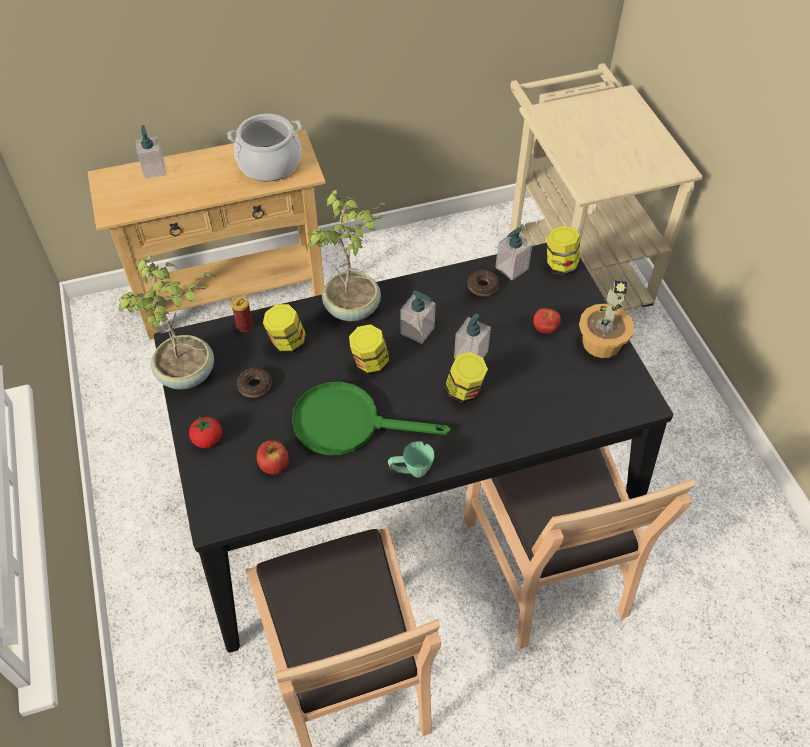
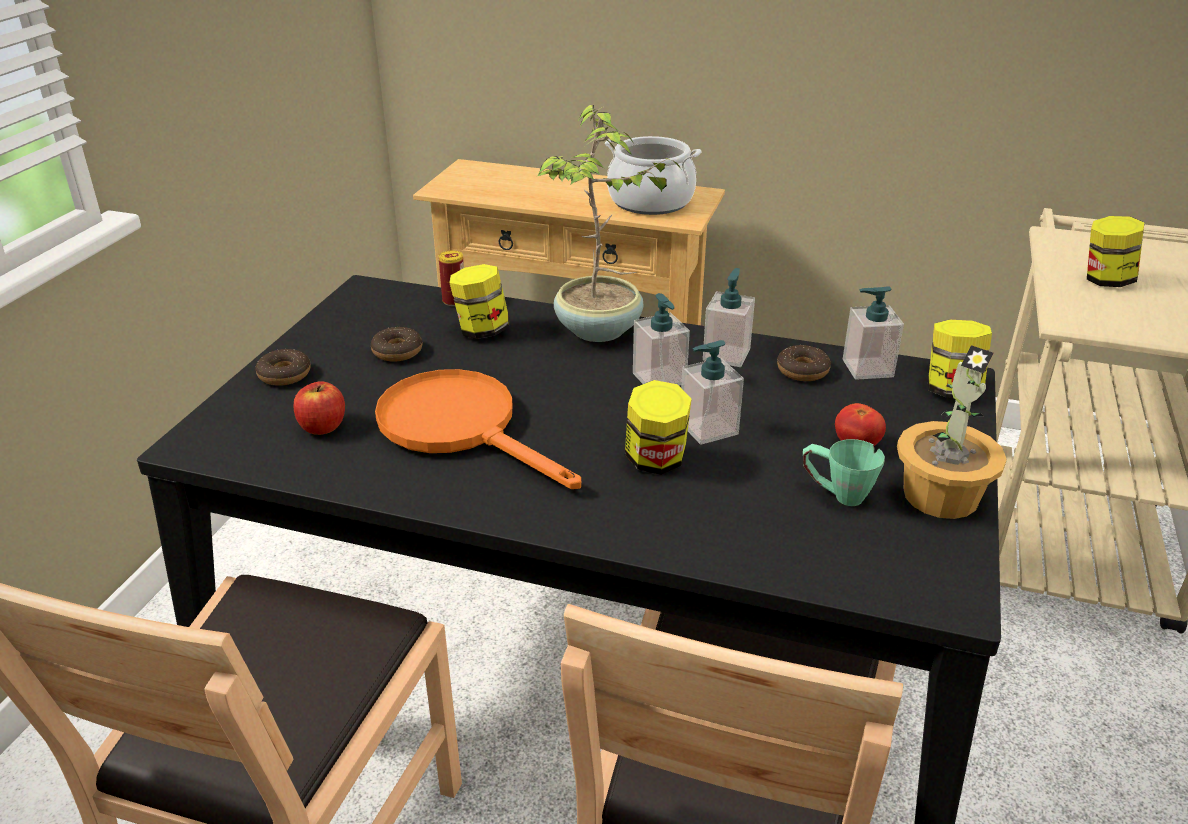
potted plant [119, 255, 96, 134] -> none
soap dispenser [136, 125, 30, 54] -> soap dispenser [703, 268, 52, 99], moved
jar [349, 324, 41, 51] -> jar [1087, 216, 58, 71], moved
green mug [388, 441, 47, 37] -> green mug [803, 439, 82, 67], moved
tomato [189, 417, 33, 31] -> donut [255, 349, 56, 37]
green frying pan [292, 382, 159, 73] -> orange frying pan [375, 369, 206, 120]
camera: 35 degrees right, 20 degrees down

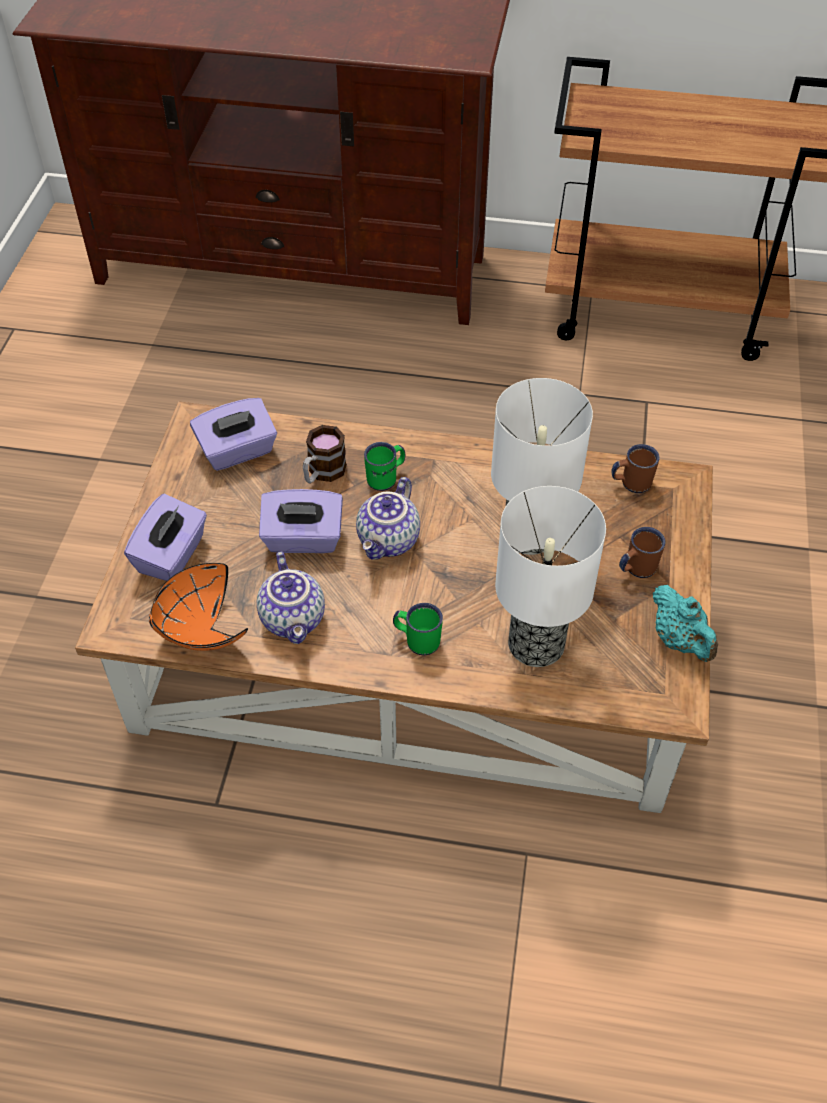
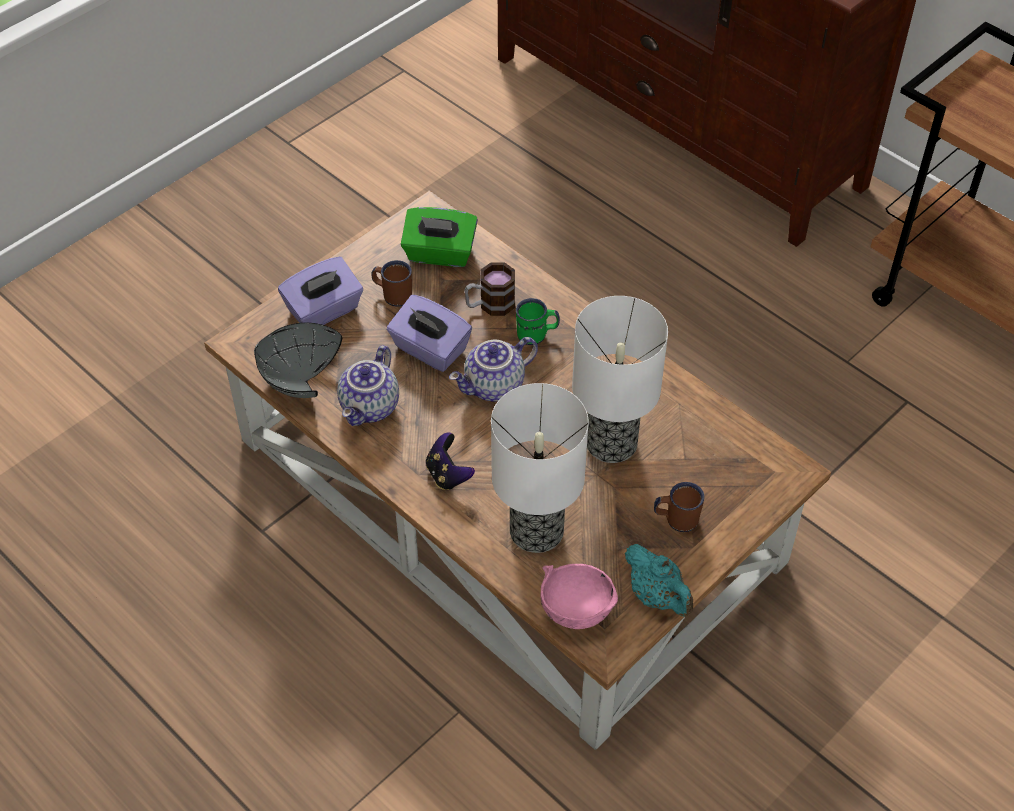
none -> pink bowl [540, 564, 78, 65]
brown mug [612, 444, 48, 49] -> brown mug [371, 260, 41, 47], moved
green mug [393, 603, 50, 52] -> game controller [426, 432, 49, 58]
orange bowl [149, 563, 99, 88] -> grey bowl [254, 323, 88, 75]
purple tissue box [190, 398, 87, 73] -> green tissue box [401, 207, 77, 60]
turquoise teapot [653, 585, 65, 77] -> turquoise teapot [625, 544, 68, 73], 45 degrees counterclockwise
camera: 35 degrees right, 0 degrees up

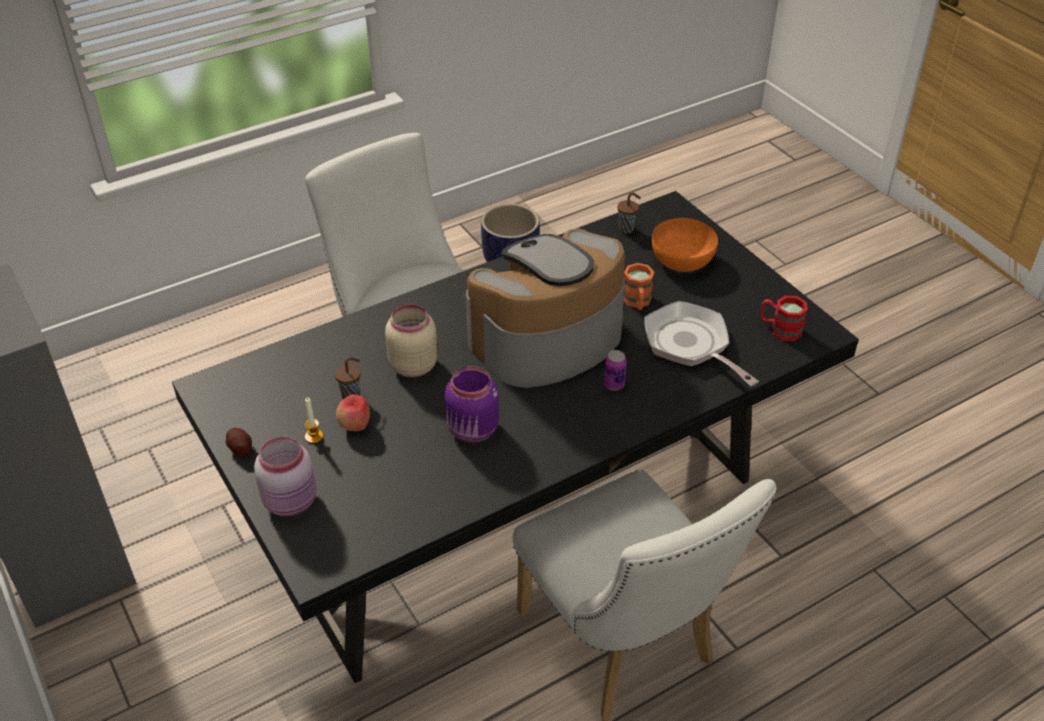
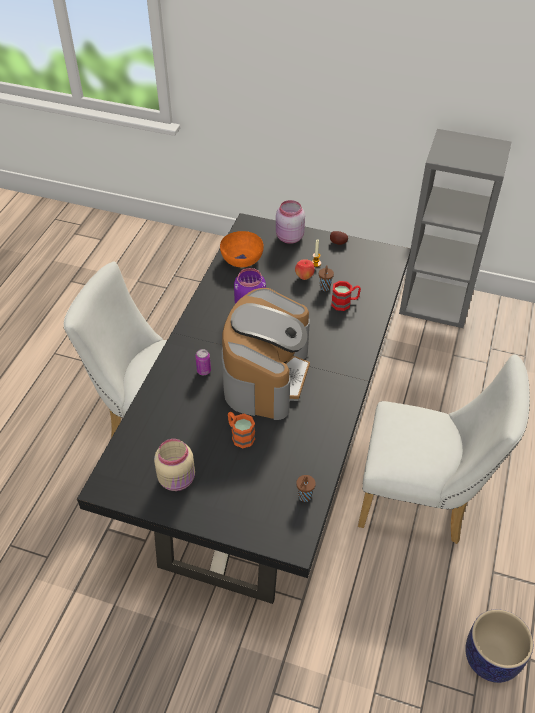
frying pan [645, 301, 114, 85] -> none
beige jar [385, 304, 53, 73] -> beige jar [154, 439, 41, 52], moved
orange bowl [652, 218, 66, 54] -> orange bowl [220, 231, 44, 36], moved
red mug [761, 296, 47, 45] -> red mug [331, 281, 30, 30], moved
camera: 140 degrees right, 5 degrees up

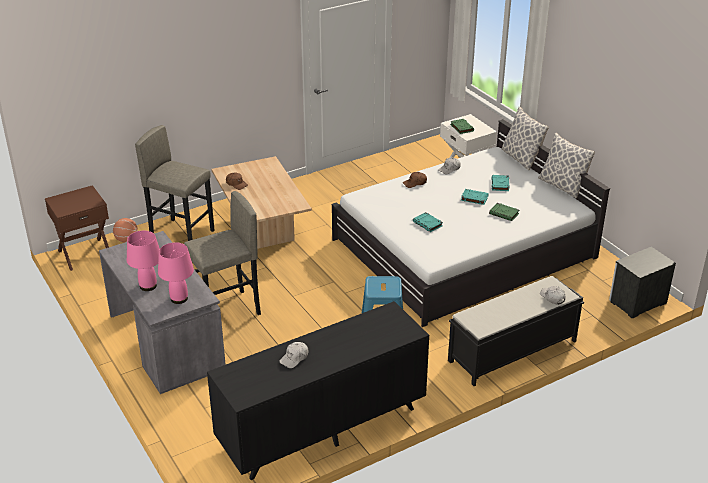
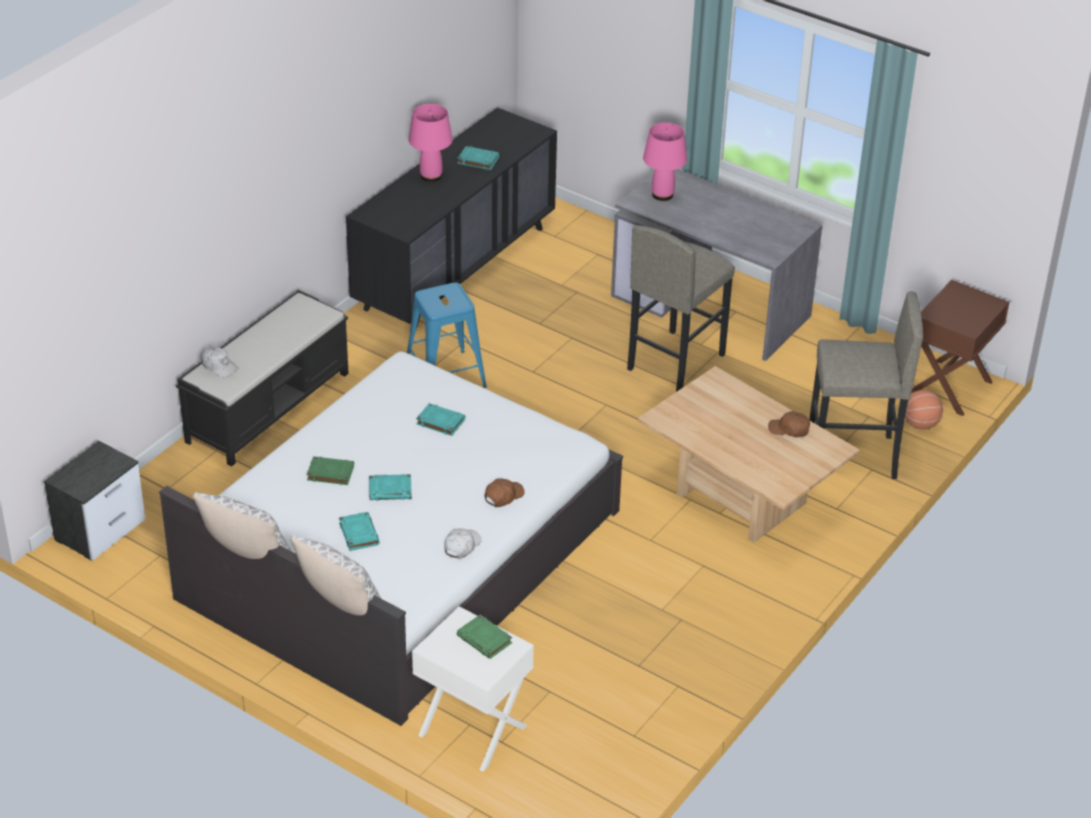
pink table lamp [127, 231, 33, 60] -> pink table lamp [408, 104, 45, 78], moved
white cap [279, 342, 29, 26] -> turquoise book [458, 146, 41, 24]
camera: 155 degrees right, 5 degrees up

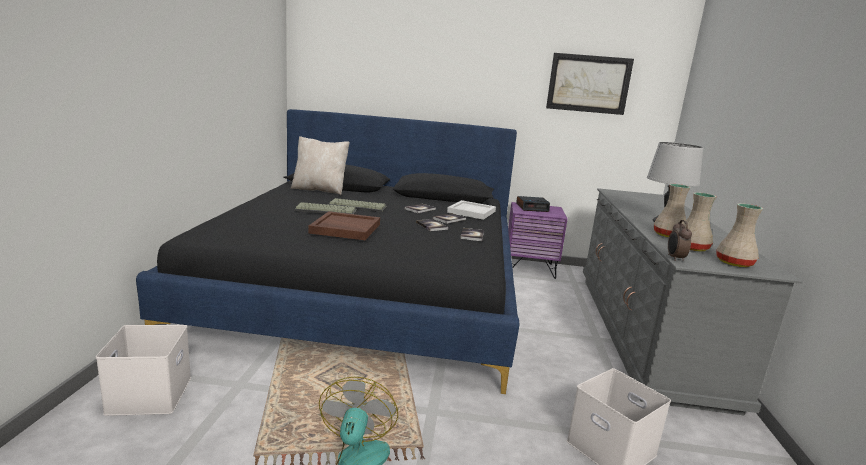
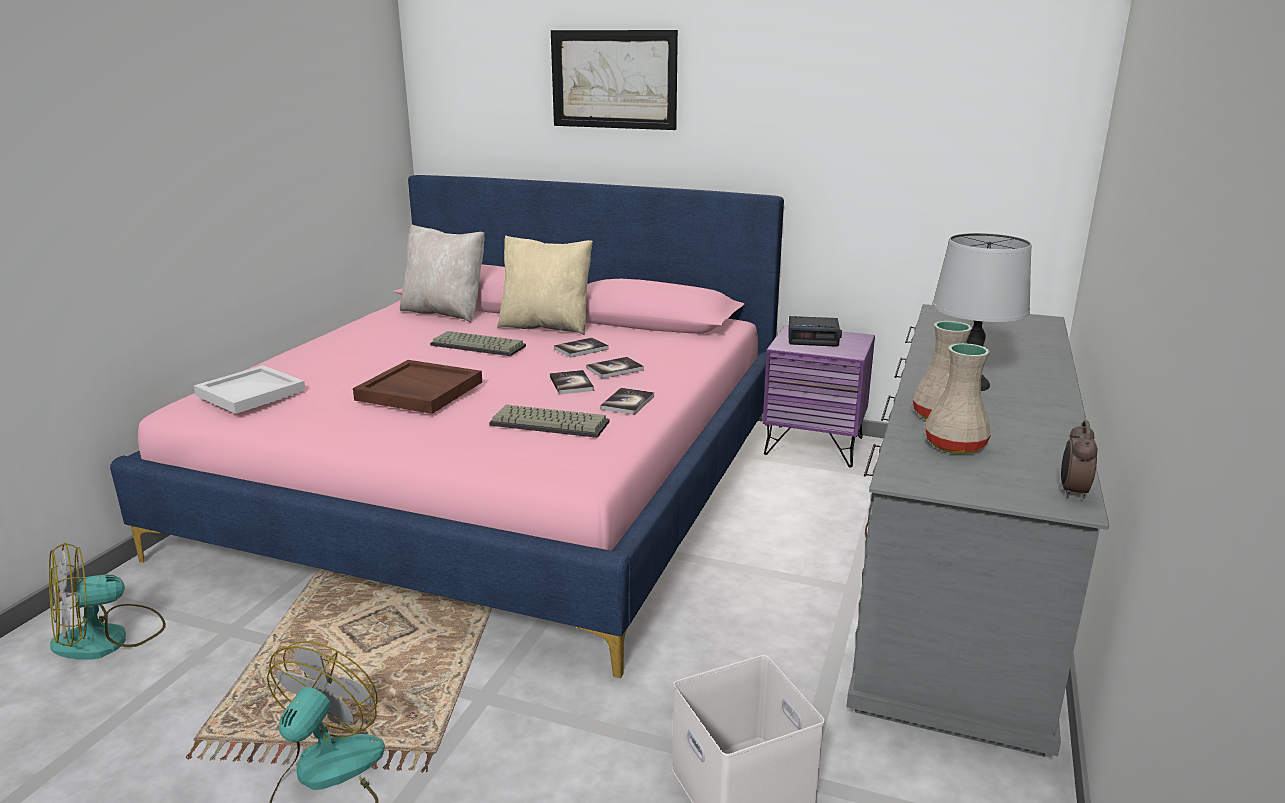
beige vase [716, 203, 47, 64] -> none
none -> beige pillow [497, 235, 96, 100]
keyboard [294, 202, 63, 12] -> keyboard [489, 405, 121, 33], moved
white tray [447, 200, 49, 20] -> white tray [194, 365, 112, 49], moved
picture [546, 53, 88, 62] -> picture [551, 30, 127, 100], moved
alarm clock [668, 220, 24, 41] -> alarm clock [1061, 420, 37, 79], moved
white storage box [96, 325, 95, 91] -> fan [49, 543, 117, 117]
black bed [136, 109, 383, 285] -> pink bed [110, 175, 674, 503]
camera: 15 degrees right, 5 degrees up

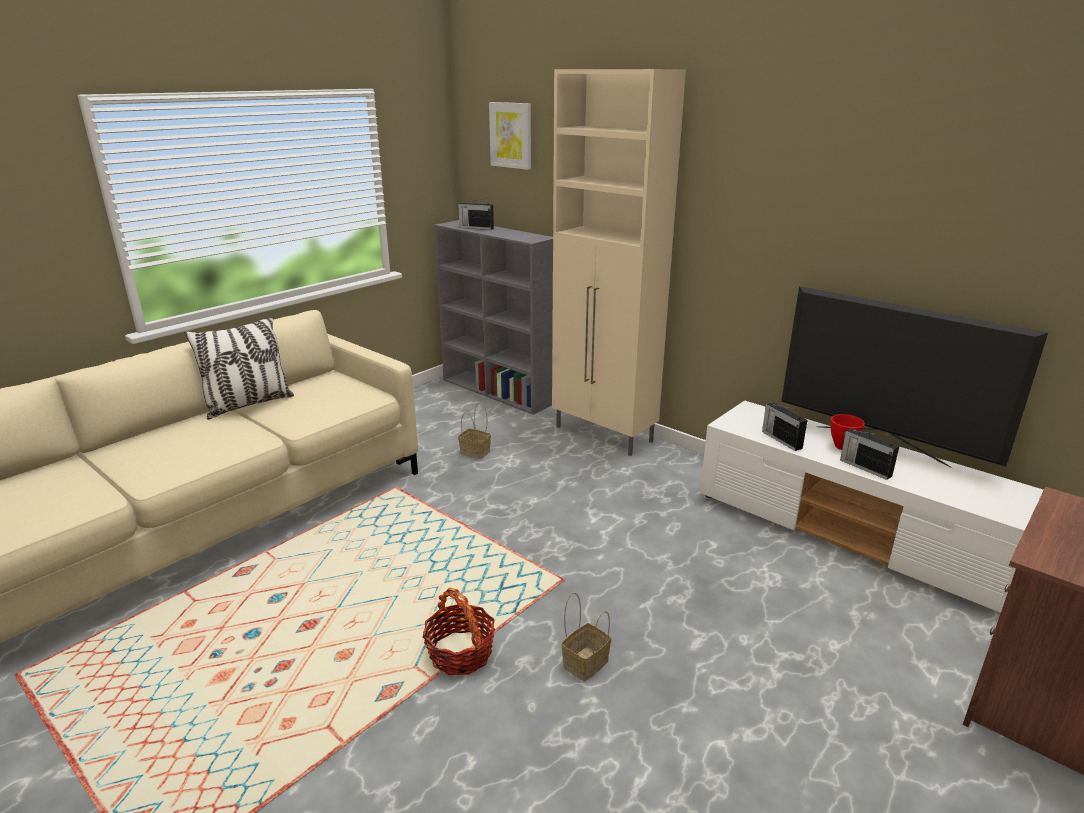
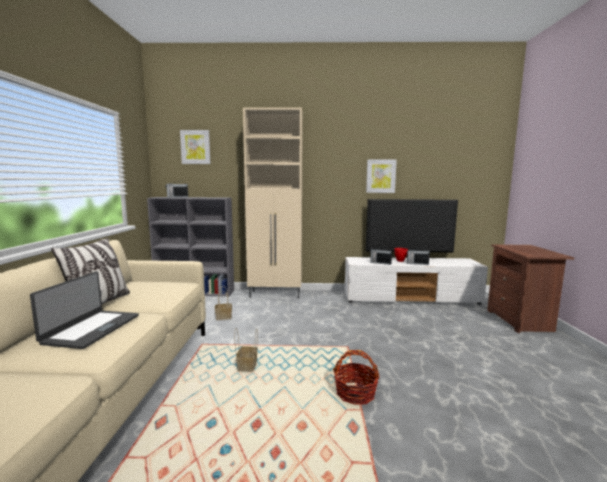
none -> laptop [30, 271, 109, 78]
none -> picture [366, 159, 31, 34]
basket [561, 592, 50, 89] -> basket [234, 328, 24, 44], moved
camera: 40 degrees left, 15 degrees down

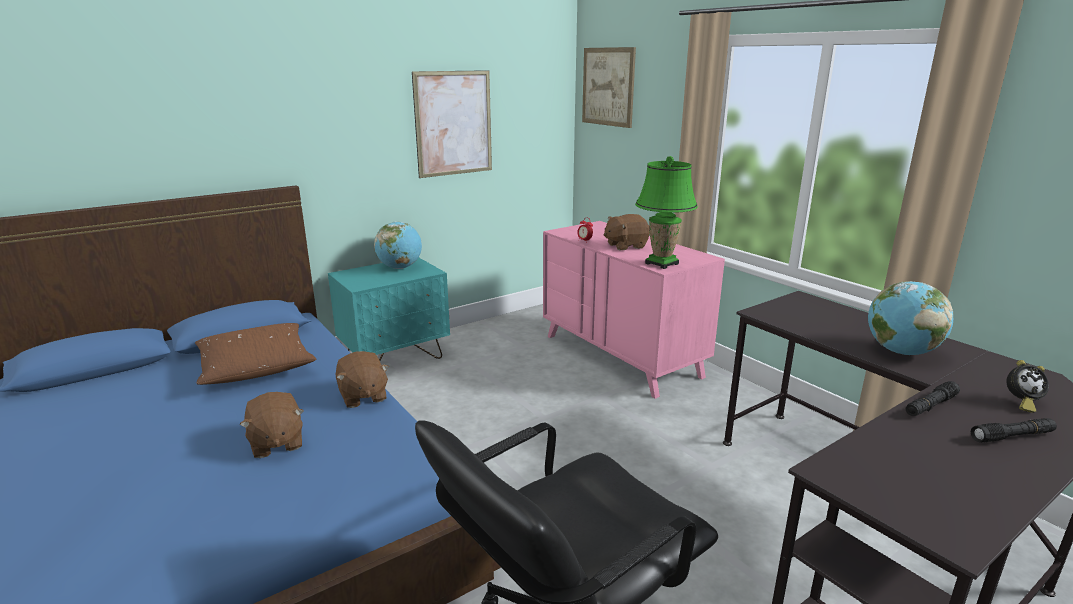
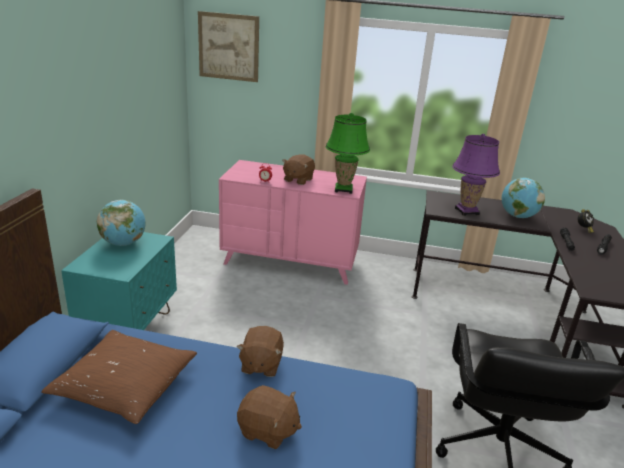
picture [412, 70, 80, 108] -> none
none -> purple table lamp [452, 134, 48, 82]
brown plush toy [336, 351, 53, 57] -> brown plush toy [237, 326, 47, 51], 75 degrees clockwise
camera: 45 degrees left, 5 degrees up

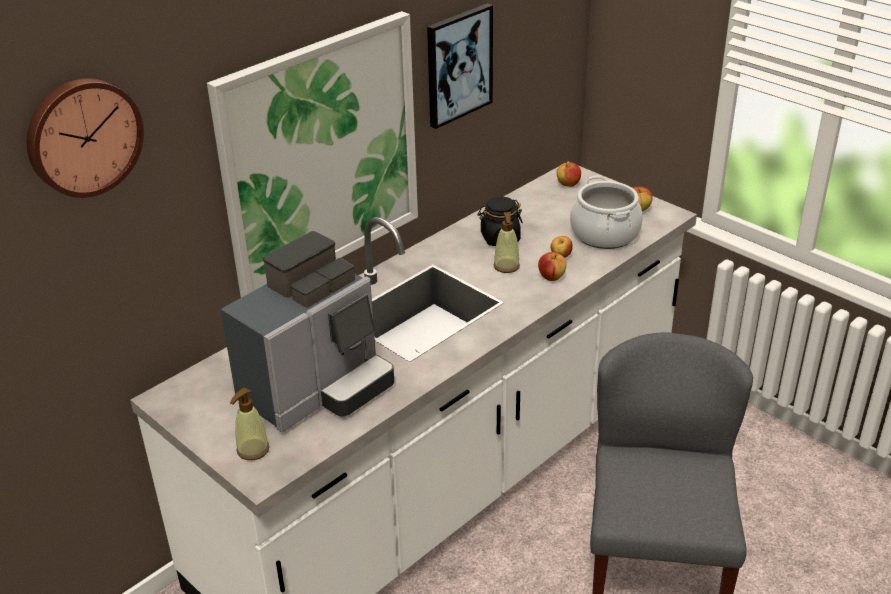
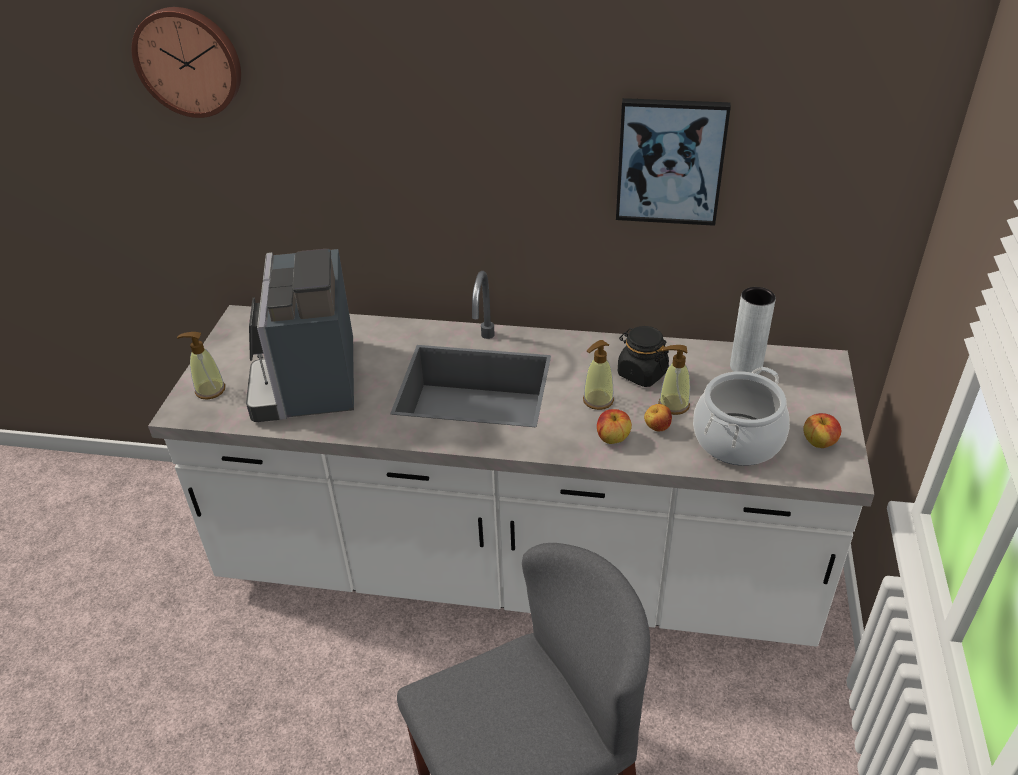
picture [207, 11, 211, 287] -> none
apple [557, 162, 24, 25] -> none
none -> soap dispenser [658, 345, 32, 70]
none -> grey vase [730, 287, 46, 87]
coffee machine [220, 231, 174, 201] -> coffee machine [246, 249, 108, 173], 75 degrees clockwise
camera: 55 degrees right, 5 degrees up

